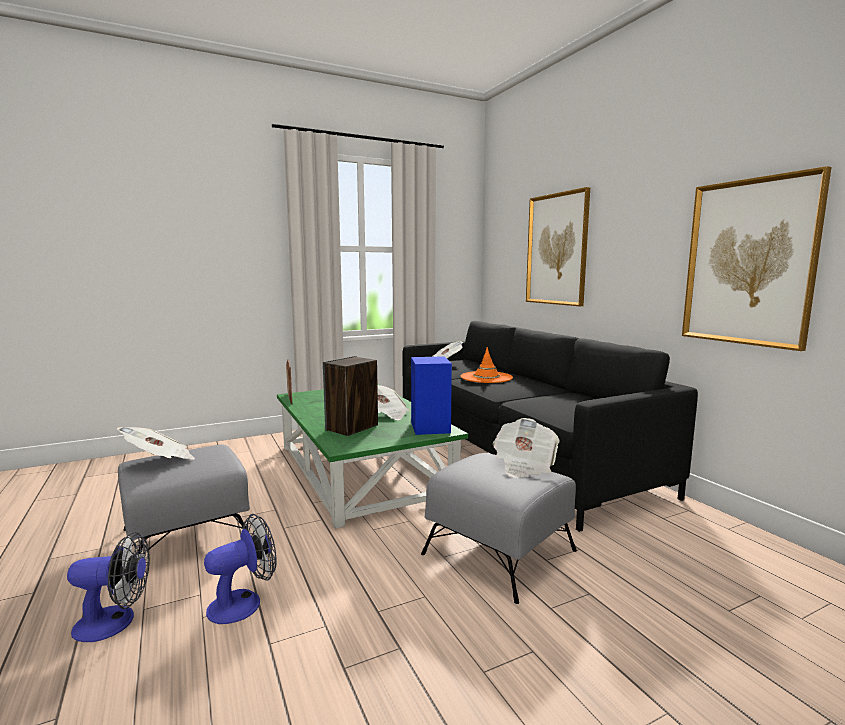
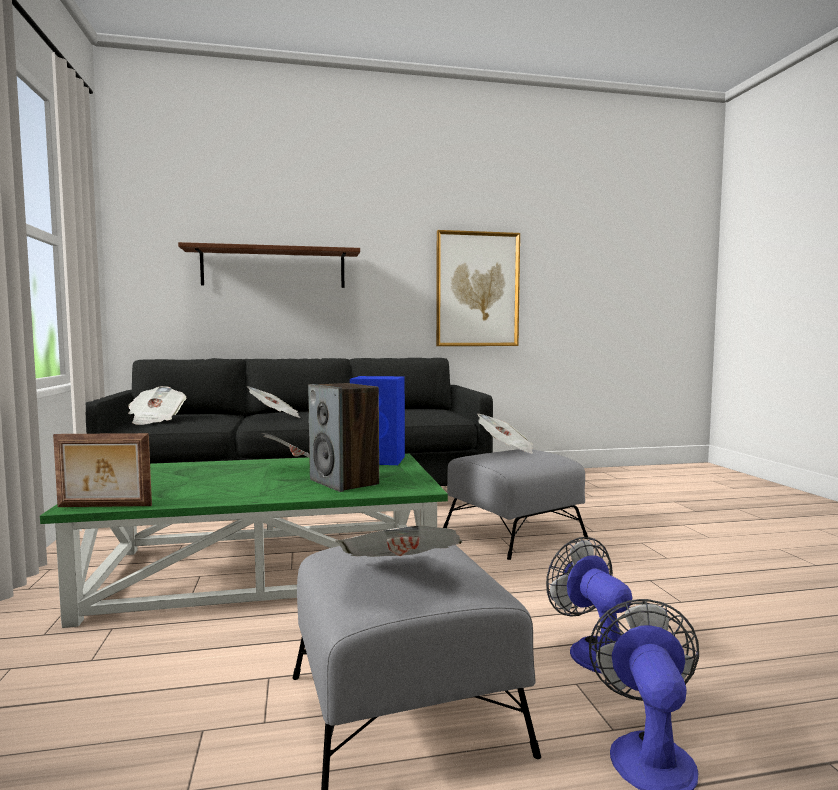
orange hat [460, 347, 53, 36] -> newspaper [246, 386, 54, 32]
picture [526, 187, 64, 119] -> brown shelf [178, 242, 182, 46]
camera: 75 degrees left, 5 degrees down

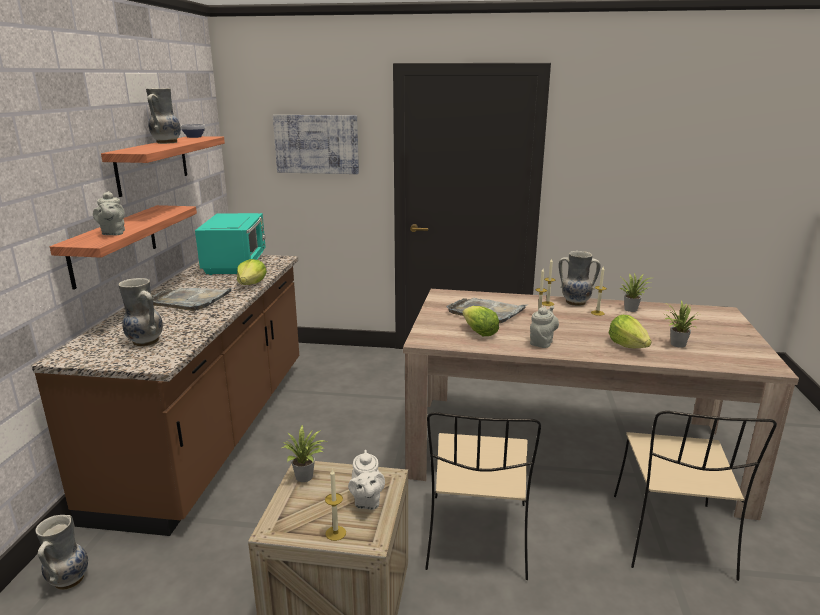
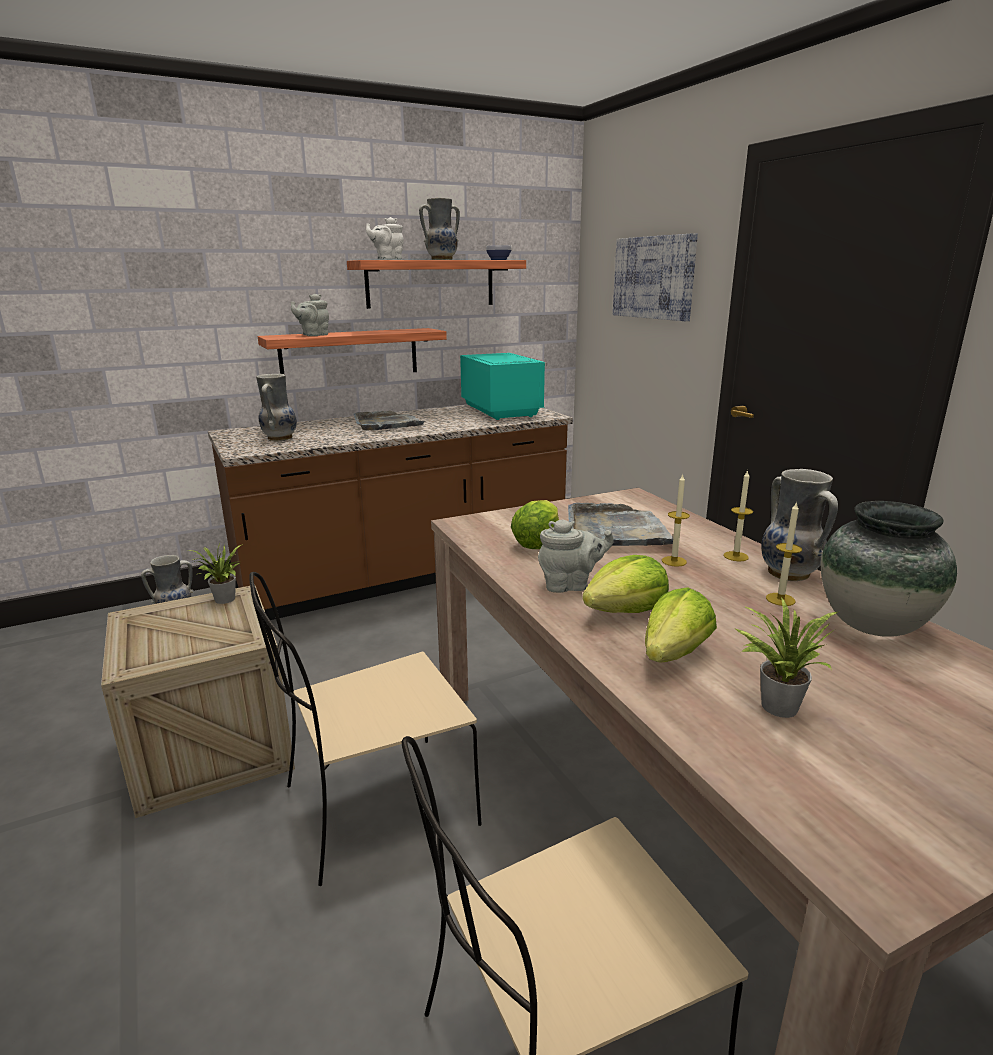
candle [325, 469, 21, 72] -> none
lettuce [237, 259, 30, 26] -> lettuce [582, 555, 87, 58], moved
white teapot [348, 450, 37, 60] -> white teapot [366, 217, 38, 43], moved
potted plant [619, 273, 32, 39] -> vase [821, 501, 136, 136]
turquoise microwave [195, 213, 71, 62] -> turquoise microwave [460, 353, 86, 67], 75 degrees counterclockwise
camera: 55 degrees right, 0 degrees up

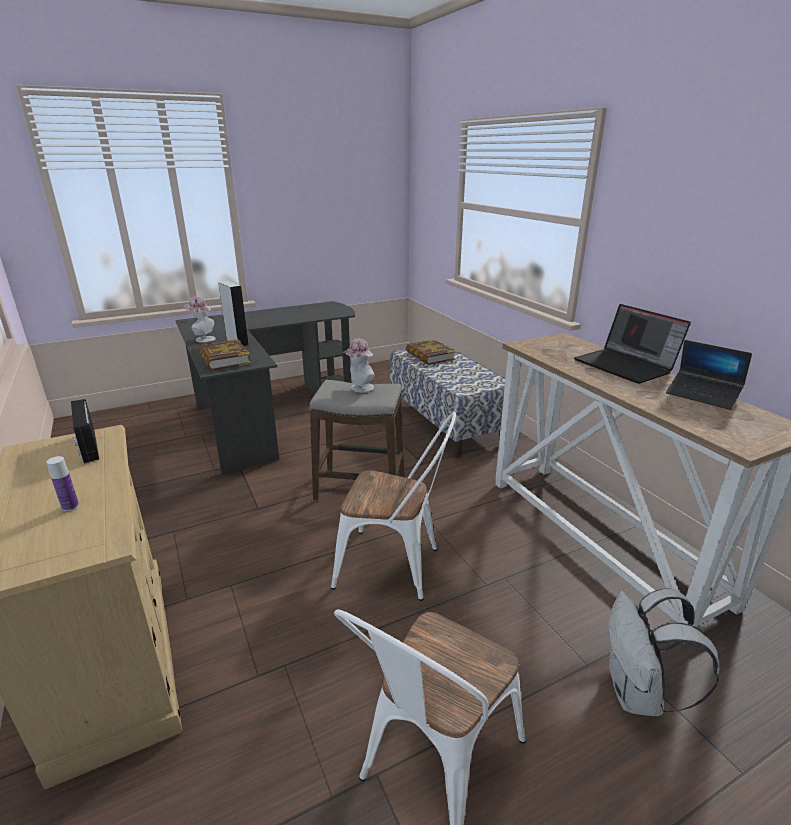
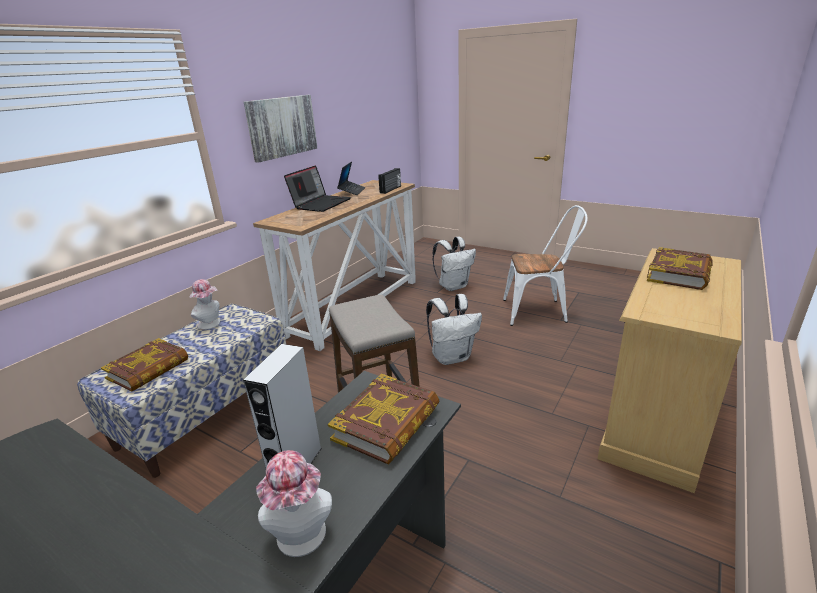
none -> picture [244, 95, 73, 68]
radio [71, 399, 28, 64] -> radio [378, 168, 23, 26], moved
hat [343, 339, 31, 53] -> hat [190, 279, 30, 51], moved
bottle [46, 456, 33, 55] -> book [647, 247, 66, 43]
white chair [331, 412, 125, 189] -> white backpack [426, 294, 56, 71]
camera: 120 degrees left, 0 degrees up

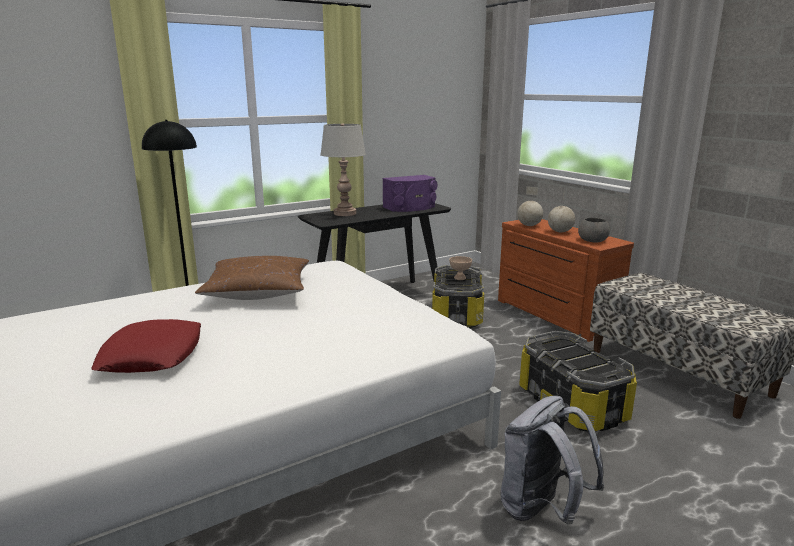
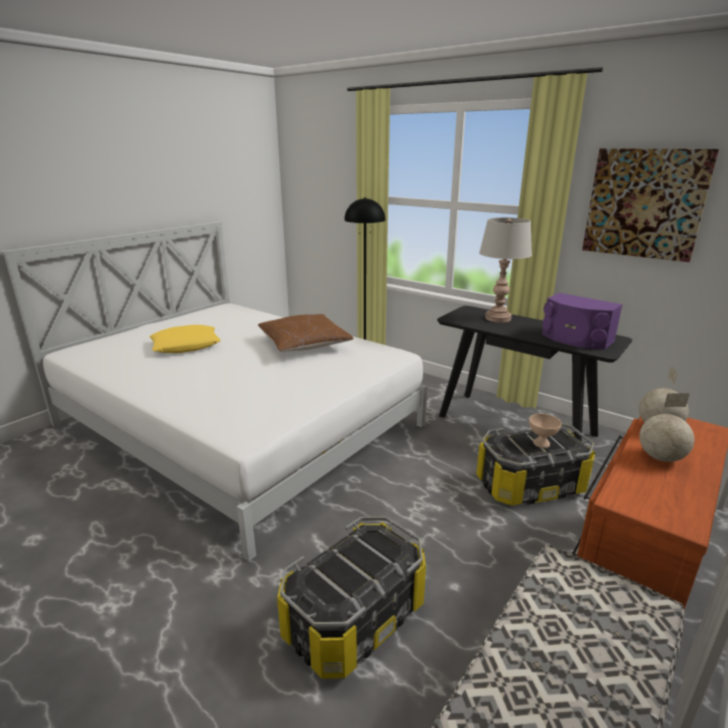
grey backpack [501, 396, 103, 128] -> none
grey bowl [578, 218, 32, 24] -> none
none -> picture [582, 148, 137, 114]
red pillow [91, 319, 110, 54] -> yellow pillow [149, 325, 72, 28]
camera: 70 degrees right, 5 degrees up

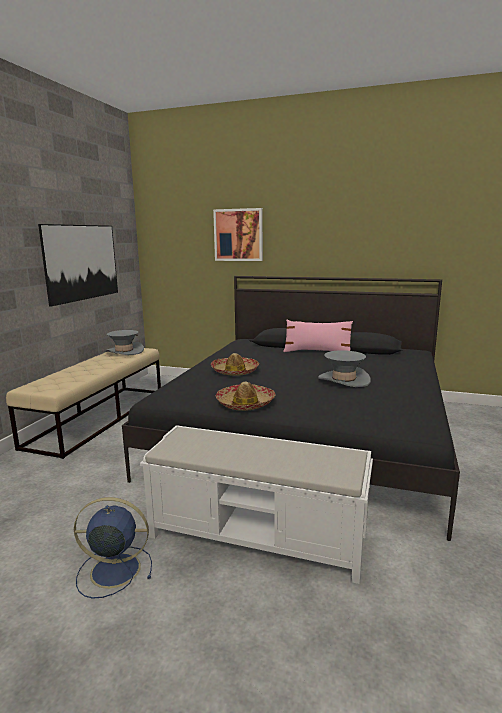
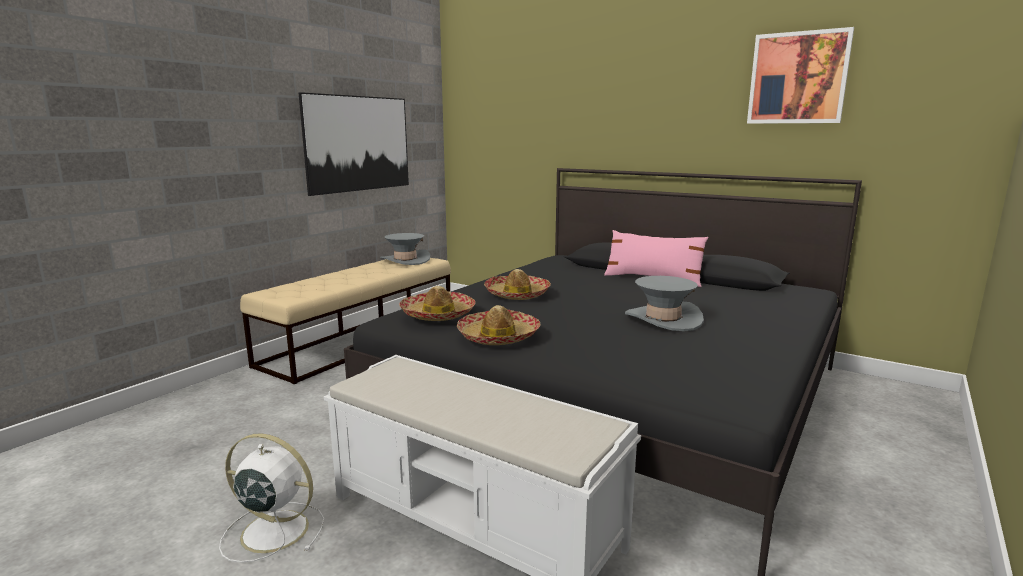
none -> hat [399, 286, 77, 35]
picture [213, 208, 50, 53] -> picture [747, 27, 107, 97], moved
blue fan [74, 497, 78, 102] -> white fan [219, 433, 105, 130]
camera: 15 degrees right, 0 degrees up

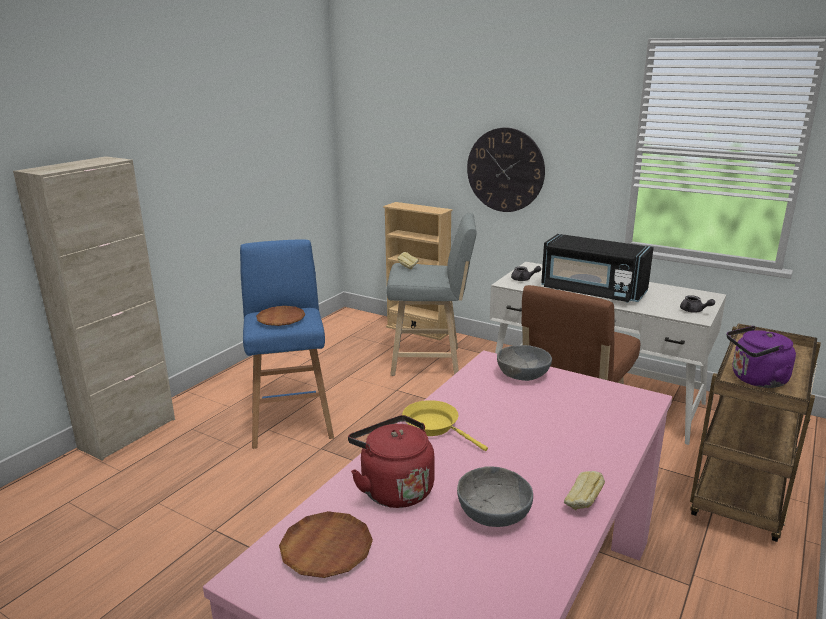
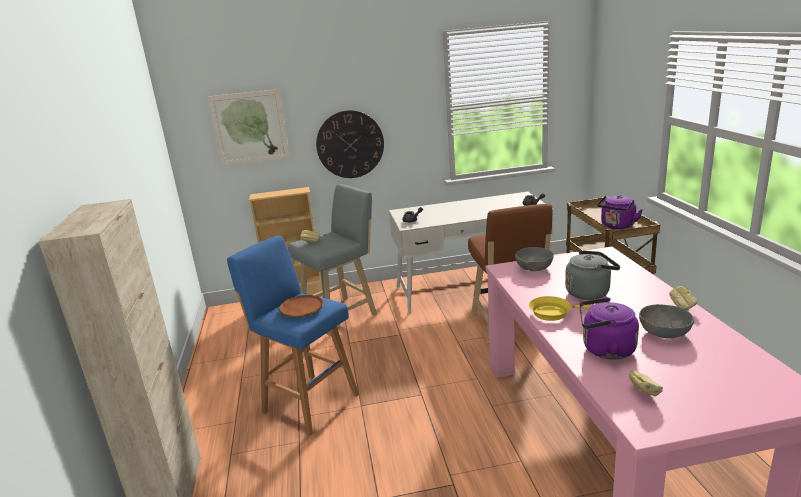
black microwave [541, 234, 113, 69] -> none
none -> picture [208, 89, 82, 77]
none -> grey kettle [565, 250, 55, 50]
brown plate [279, 511, 94, 67] -> bread [629, 370, 34, 26]
red kettle [348, 415, 87, 93] -> purple kettle [579, 298, 60, 61]
camera: 40 degrees left, 0 degrees up

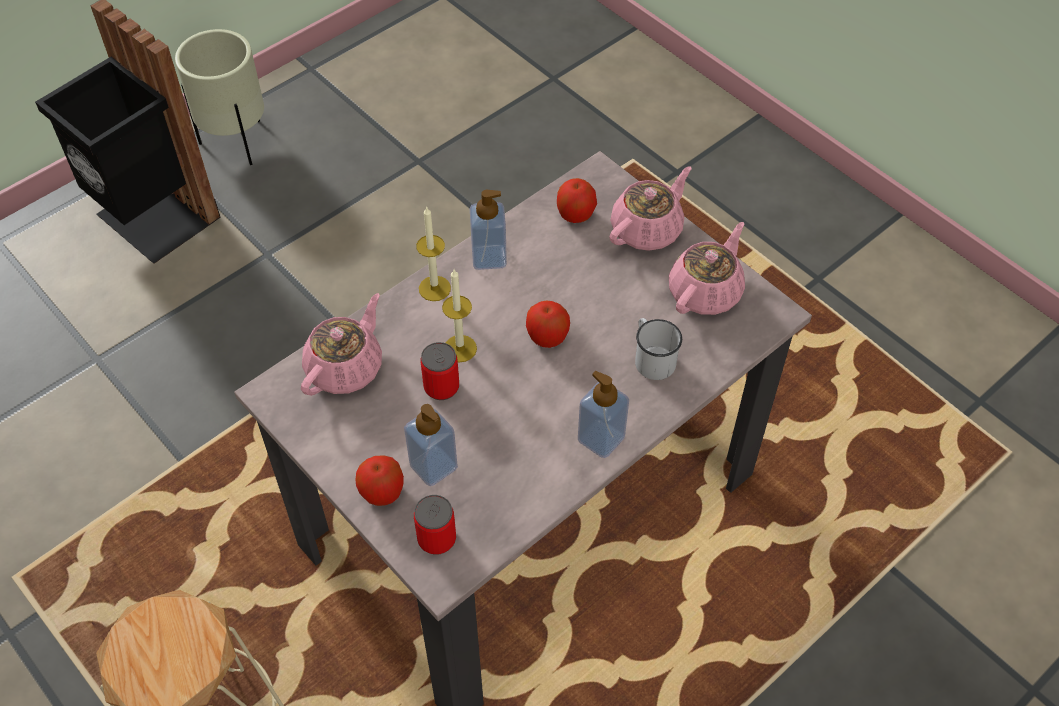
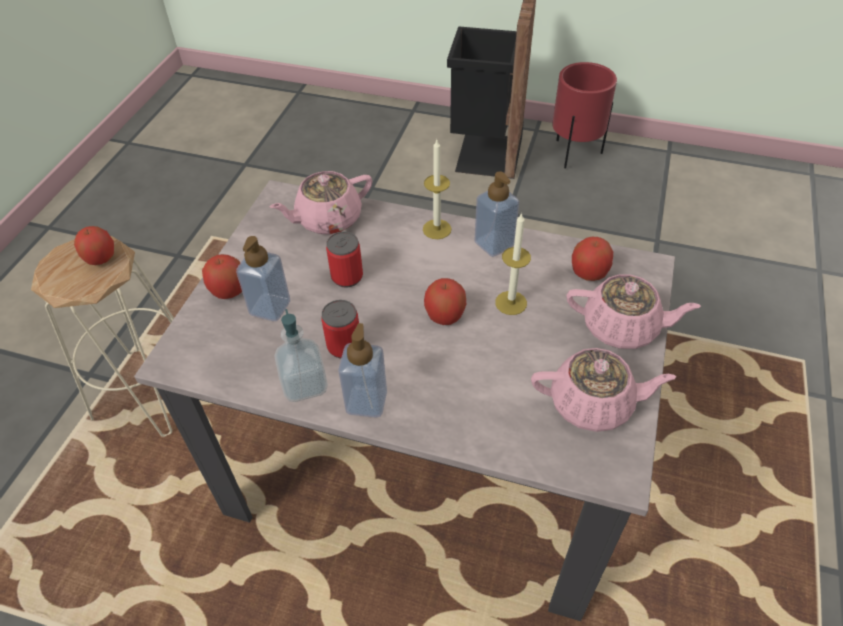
white mug [635, 318, 47, 62] -> none
none -> apple [74, 226, 40, 39]
none -> soap dispenser [274, 309, 54, 93]
can [414, 495, 42, 60] -> can [321, 300, 38, 58], moved
candle [442, 269, 35, 93] -> candle [495, 212, 36, 103], moved
beige planter [175, 29, 89, 136] -> red planter [552, 62, 65, 107]
pink teapot [301, 293, 81, 103] -> pink teapot [270, 171, 102, 63], 150 degrees clockwise
camera: 60 degrees right, 5 degrees down

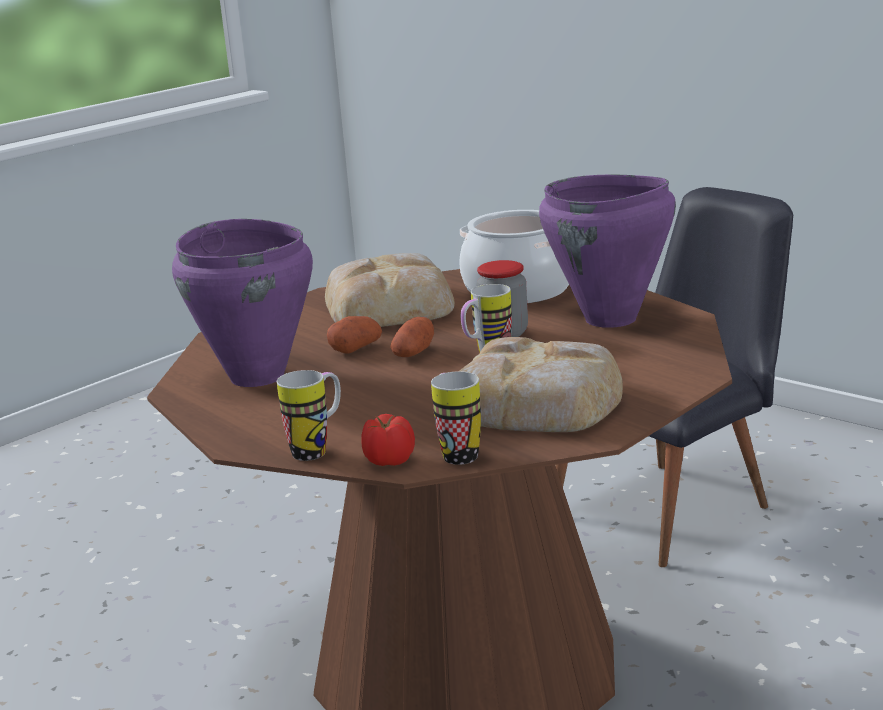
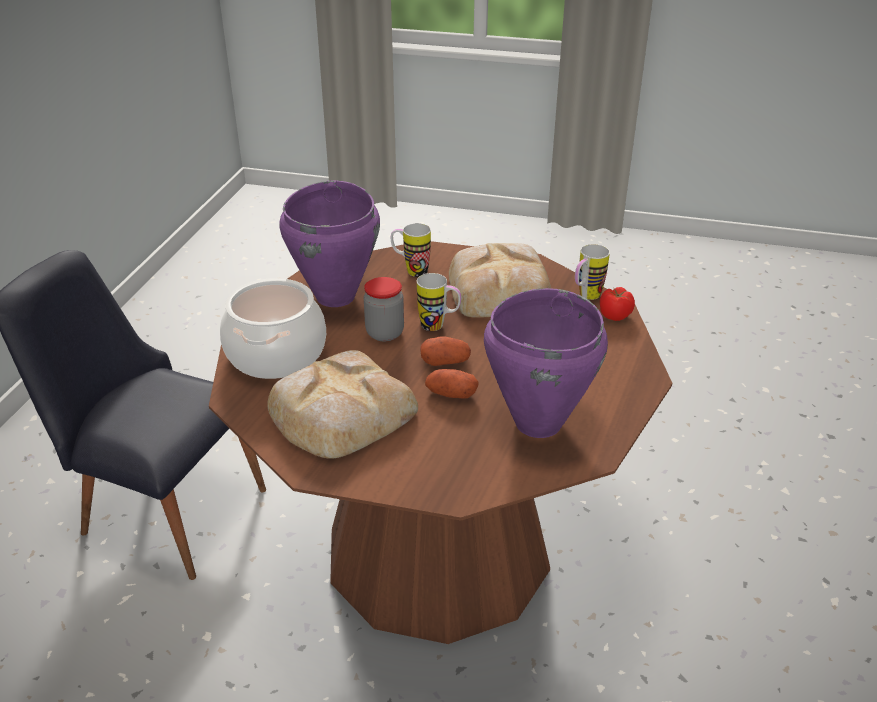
mug [277, 370, 64, 91] -> mug [391, 223, 40, 54], moved
camera: 120 degrees left, 15 degrees up

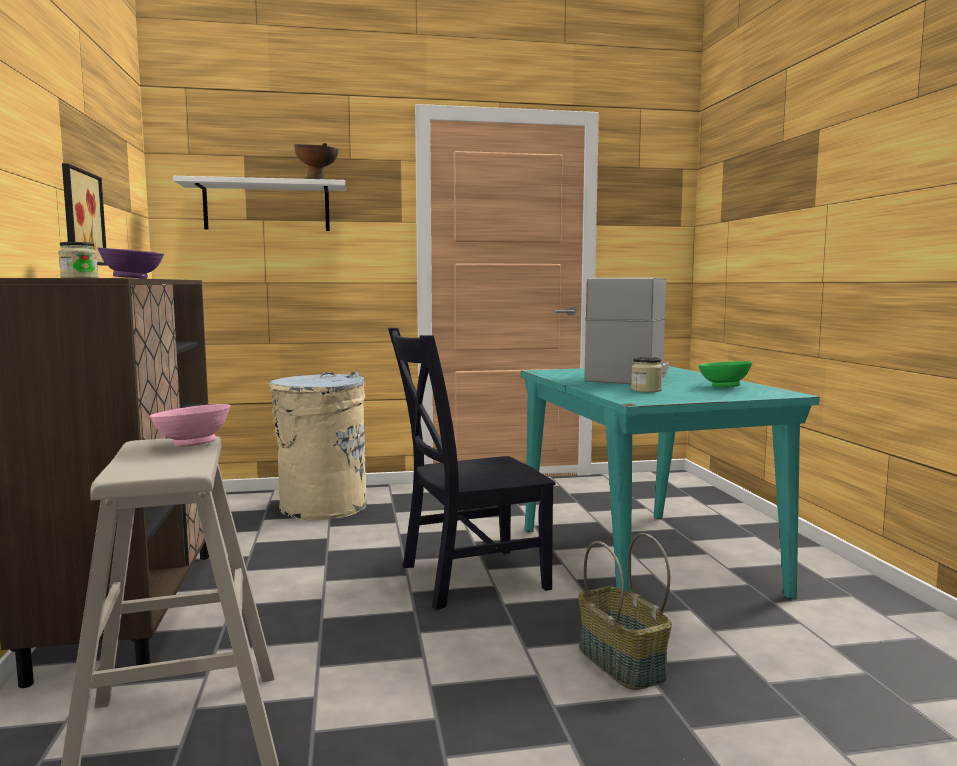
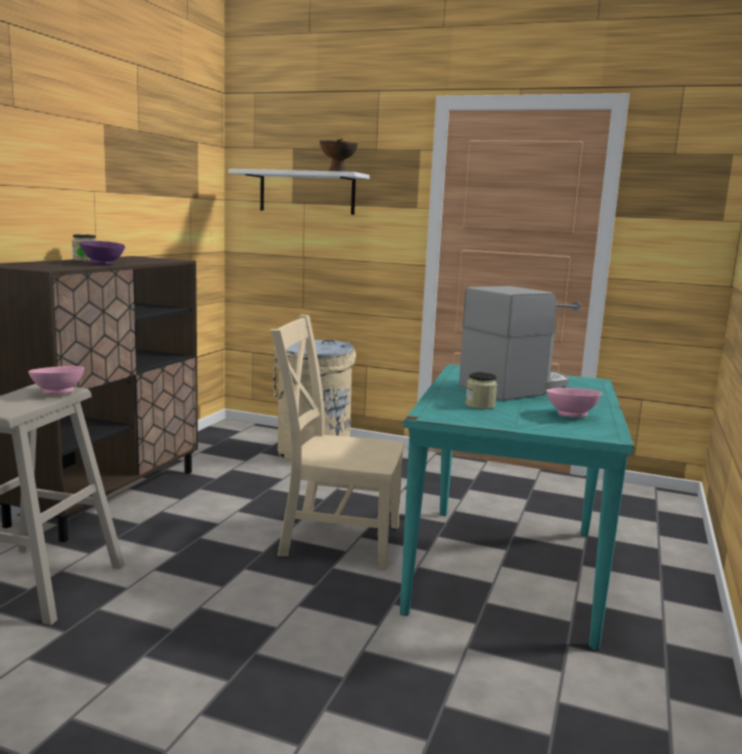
picture [62, 163, 44, 102] -> none
basket [579, 533, 93, 157] -> none
black chair [388, 328, 168, 282] -> beige chair [270, 315, 134, 254]
green bowl [698, 361, 55, 26] -> pink bowl [546, 388, 56, 29]
camera: 30 degrees right, 5 degrees up

